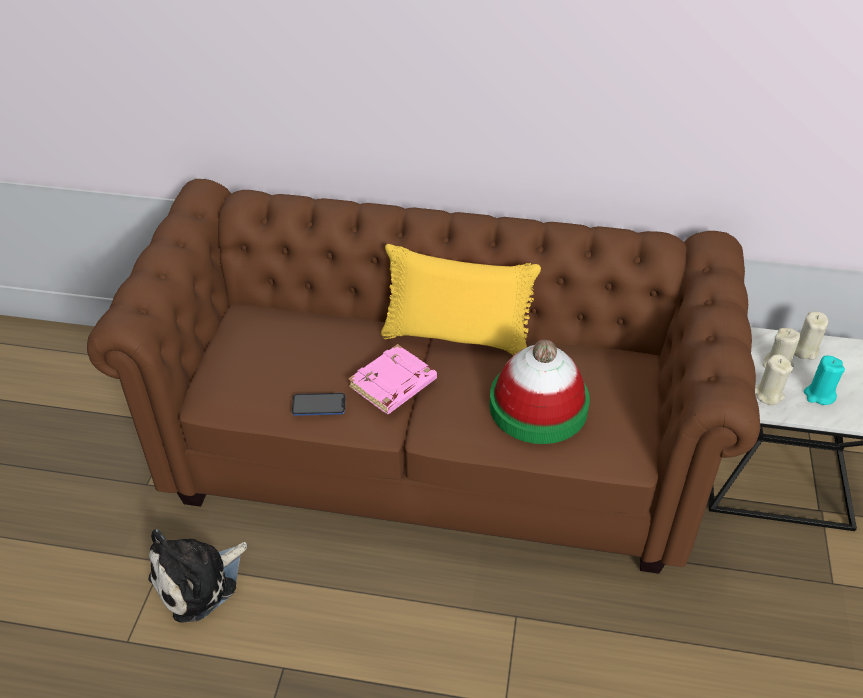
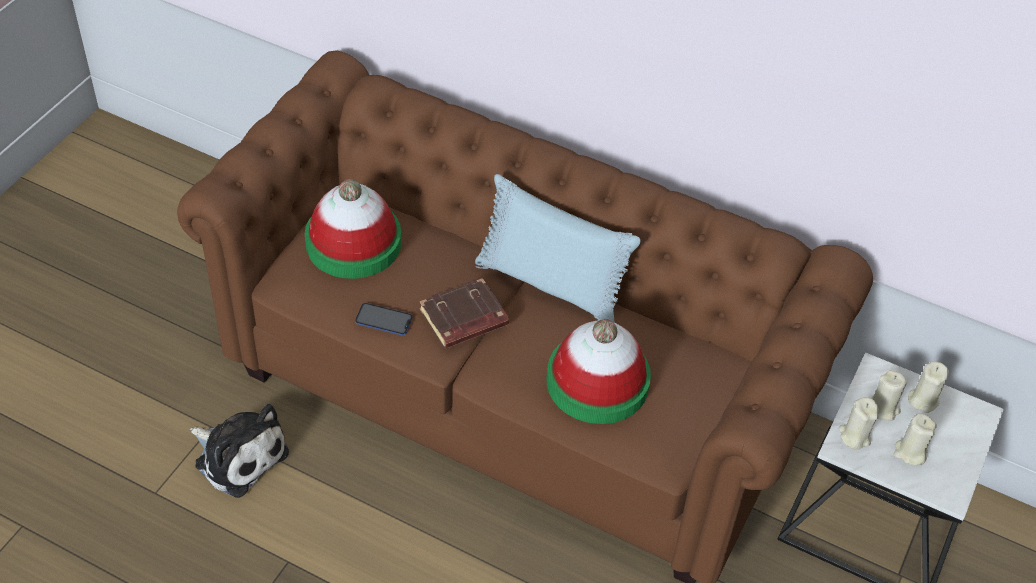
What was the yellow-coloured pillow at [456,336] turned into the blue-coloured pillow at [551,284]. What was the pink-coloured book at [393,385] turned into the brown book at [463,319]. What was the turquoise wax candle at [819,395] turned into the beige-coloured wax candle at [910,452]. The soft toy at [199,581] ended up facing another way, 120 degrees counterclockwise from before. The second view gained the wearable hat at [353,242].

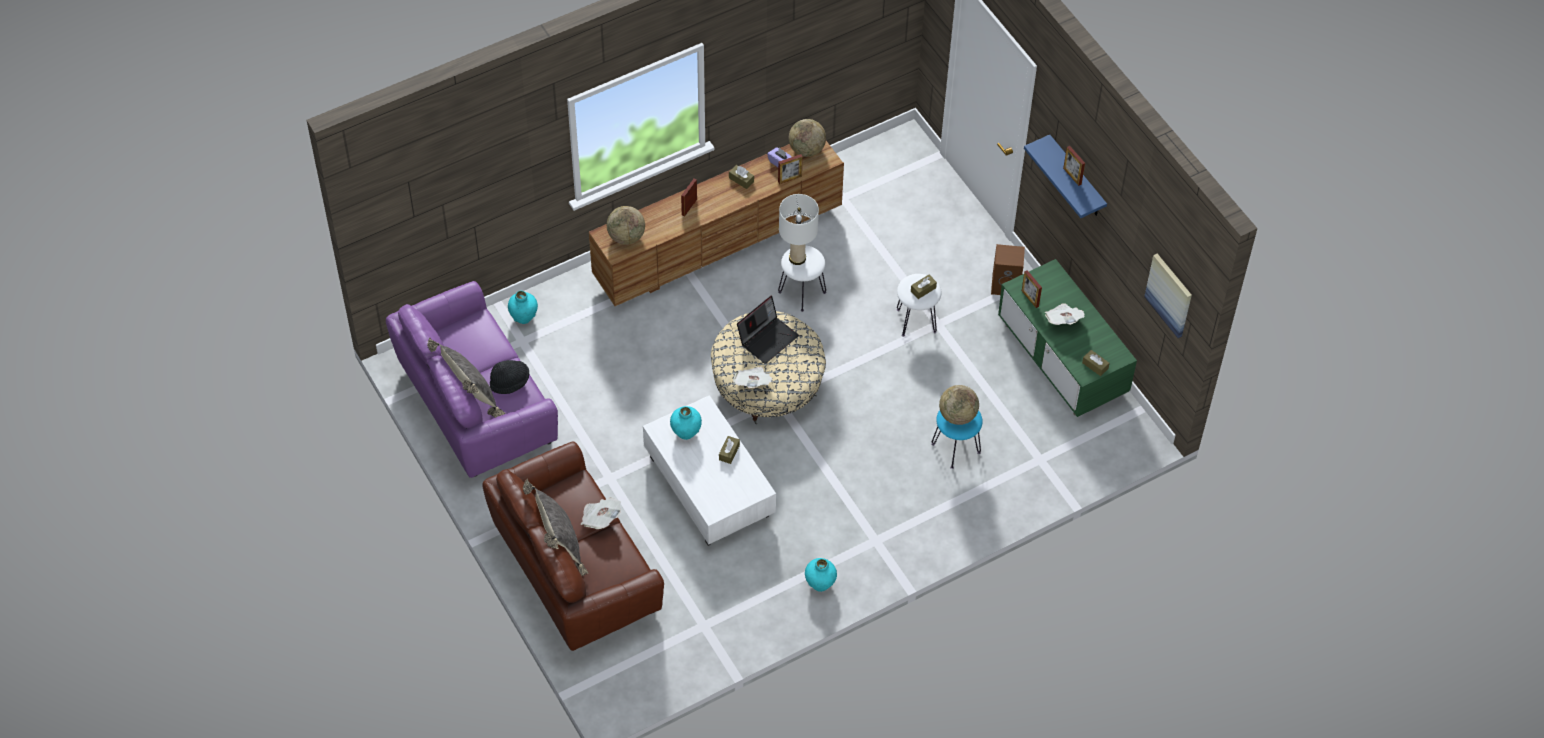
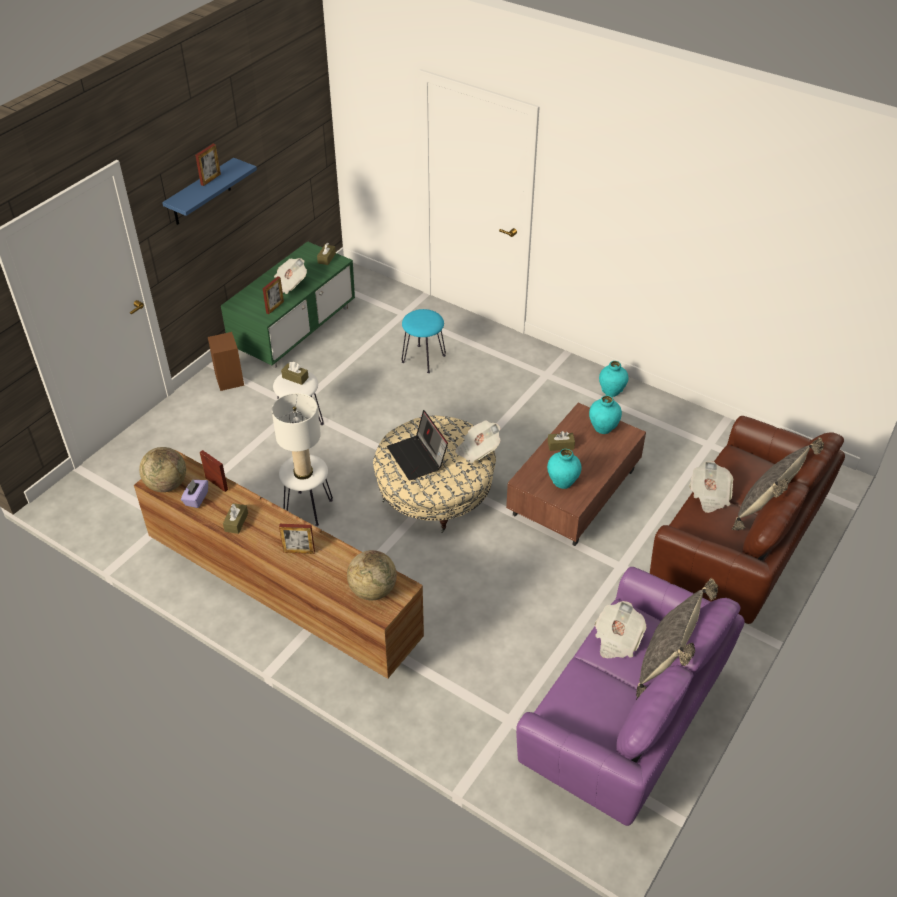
The second view lost the wall picture at [1169,295]. The turquoise flower vase ended up elsewhere, having gone from [524,317] to [603,428]. The notebook computer at [768,338] ended up facing another way, 135 degrees counterclockwise from before. Where the black-coloured wearable hat stood at [510,382], the newspaper came to stand at [617,639]. The second view lost the globe at [957,415]. What was the whitish lounge table at [708,485] turned into the brown lounge table at [573,492].

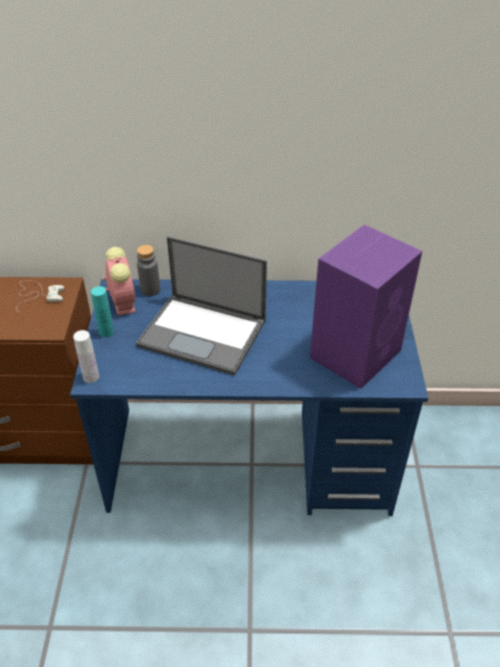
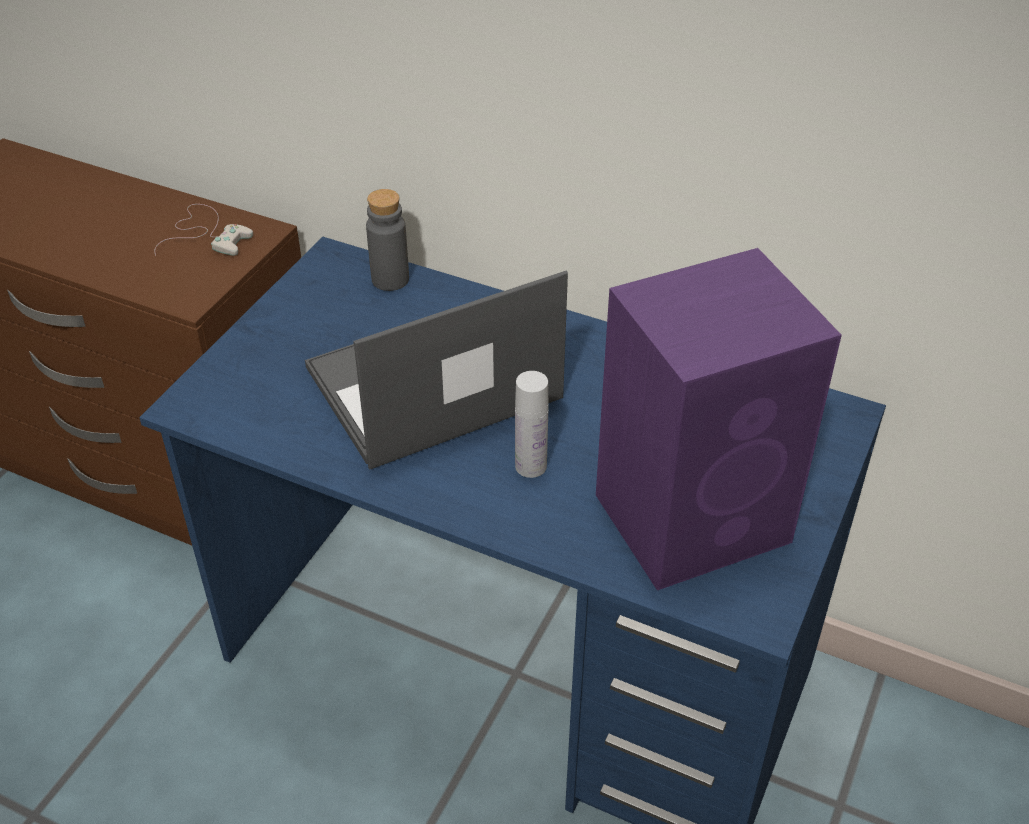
The notebook computer at [204,333] ended up facing another way, 105 degrees clockwise from before. The second view lost the table clock at [122,301]. The second view lost the turquoise drink bottle at [106,332]. The whitish drink bottle ended up elsewhere, having gone from [91,377] to [530,466].

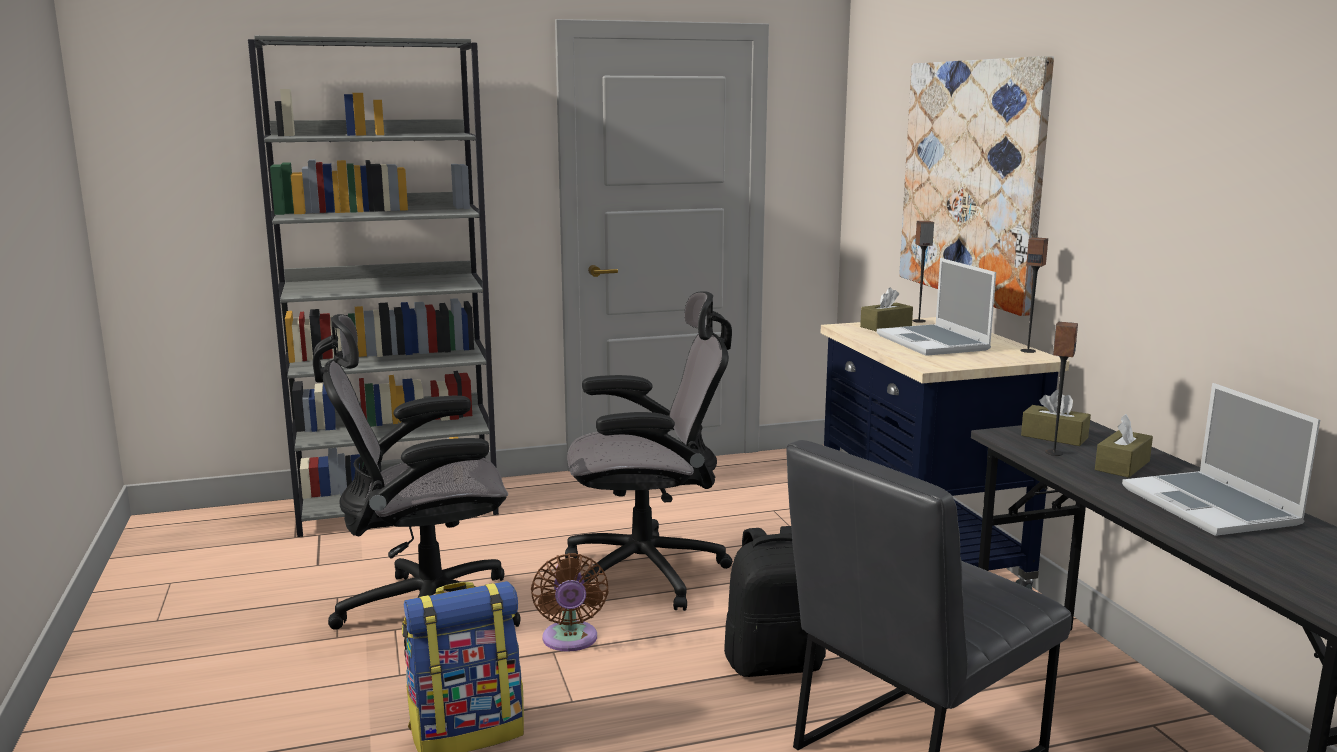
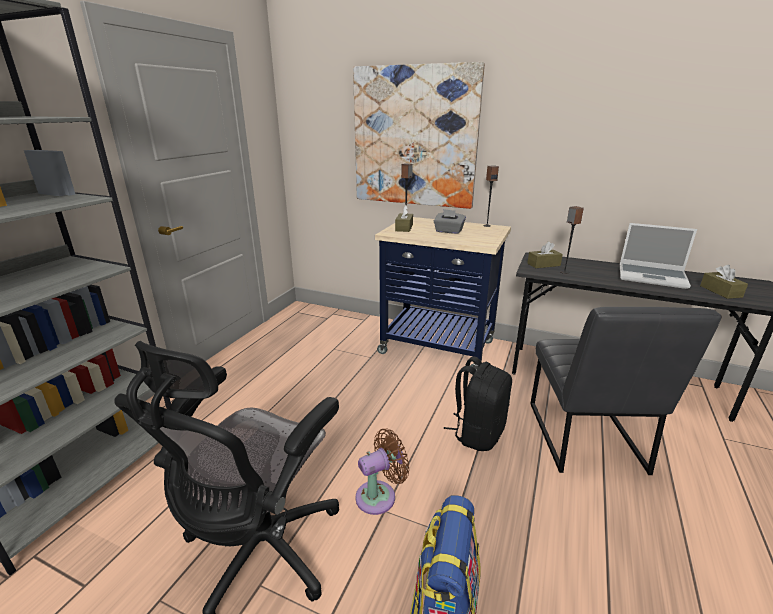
Where the notebook computer stood at [934,343], the gray box of tissues came to stand at [448,231]. The second view lost the computer chair at [645,573]. The brown box of tissues ended up elsewhere, having gone from [1122,465] to [720,291]. The brown electric fan at [570,641] ended up facing another way, 60 degrees counterclockwise from before.

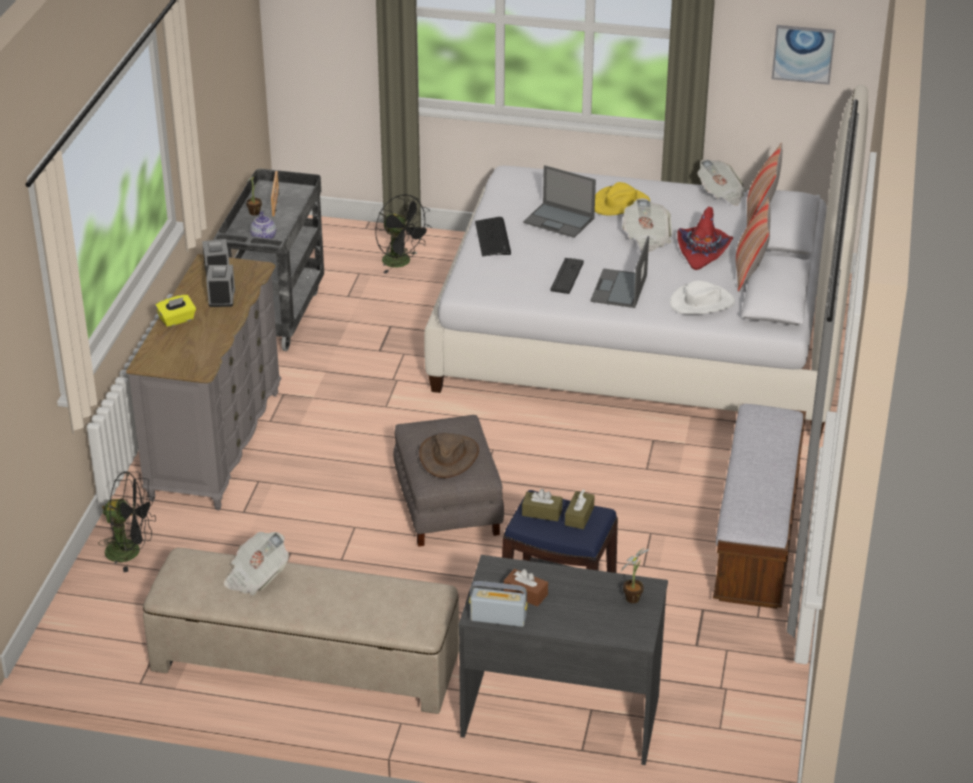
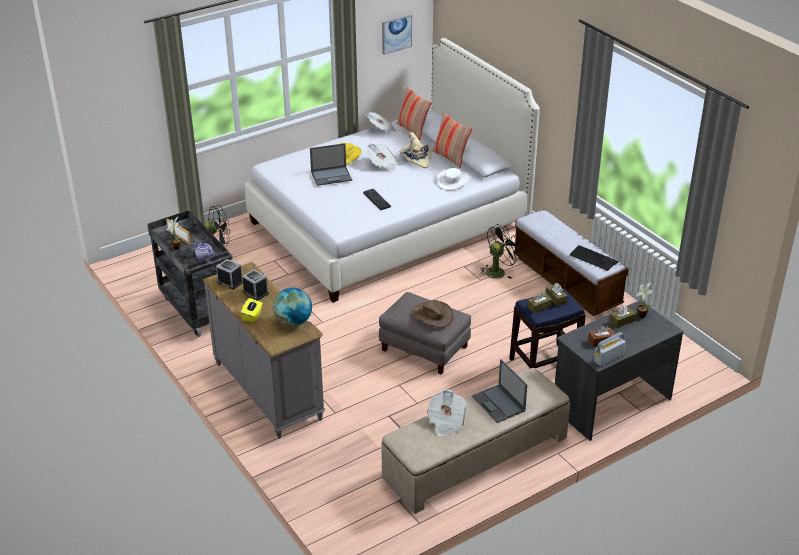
What was the red wearable hat at [703,252] turned into the beige-coloured wearable hat at [416,158]. The computer keyboard ended up elsewhere, having gone from [493,238] to [593,258]. The notebook computer ended up elsewhere, having gone from [619,289] to [499,404]. The black-coloured electric fan ended up elsewhere, having gone from [131,551] to [498,271]. The second view gained the globe at [293,322]. The second view gained the brown box of tissues at [622,321].

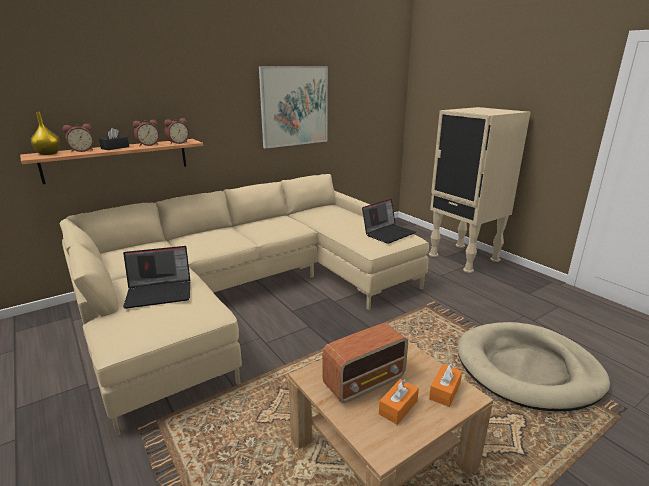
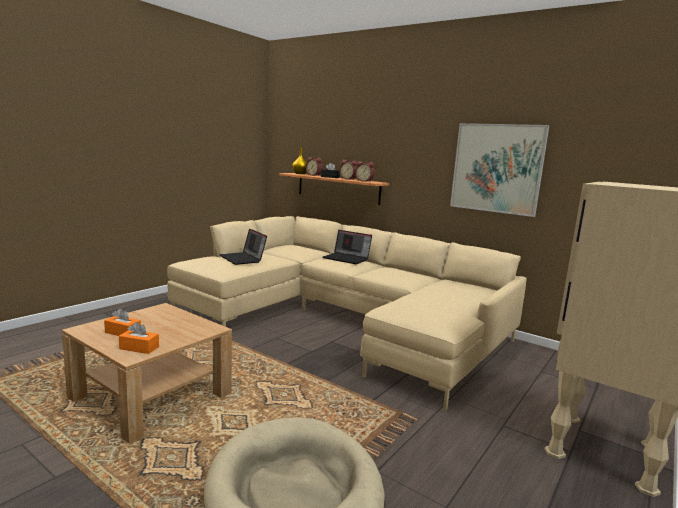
The notebook computer ended up elsewhere, having gone from [388,233] to [347,258]. The second view lost the radio at [365,382].

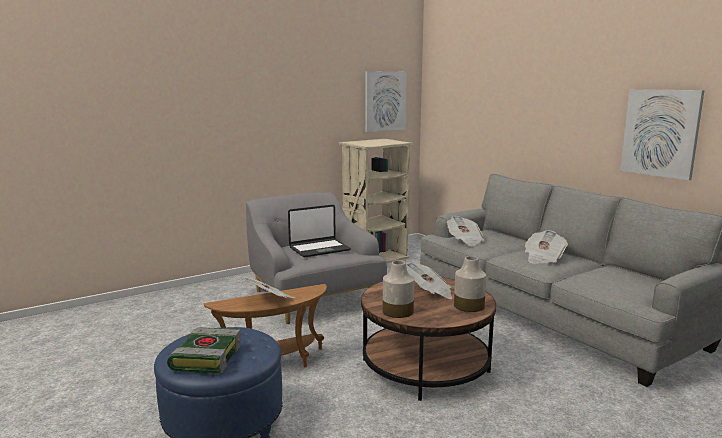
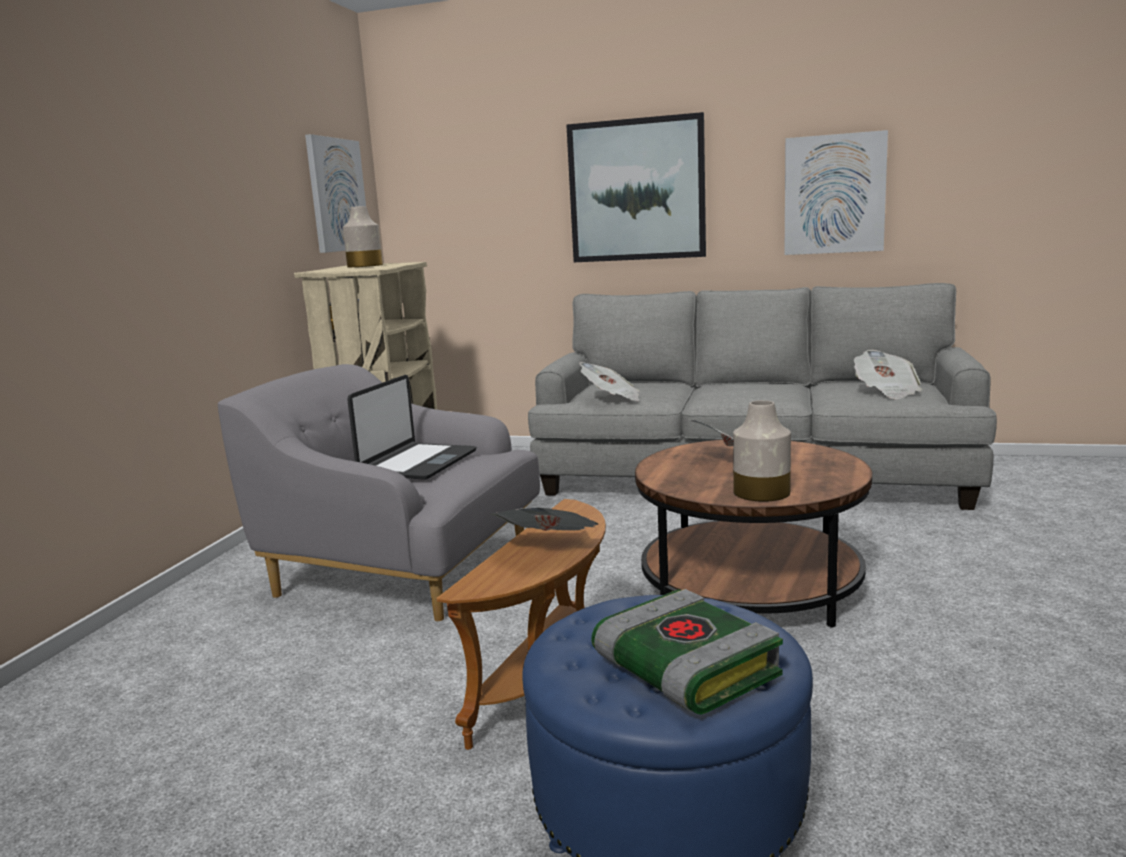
The newspaper ended up elsewhere, having gone from [543,258] to [886,392]. The beige-coloured flower vase ended up elsewhere, having gone from [469,305] to [365,266]. The second view gained the wall picture at [636,190].

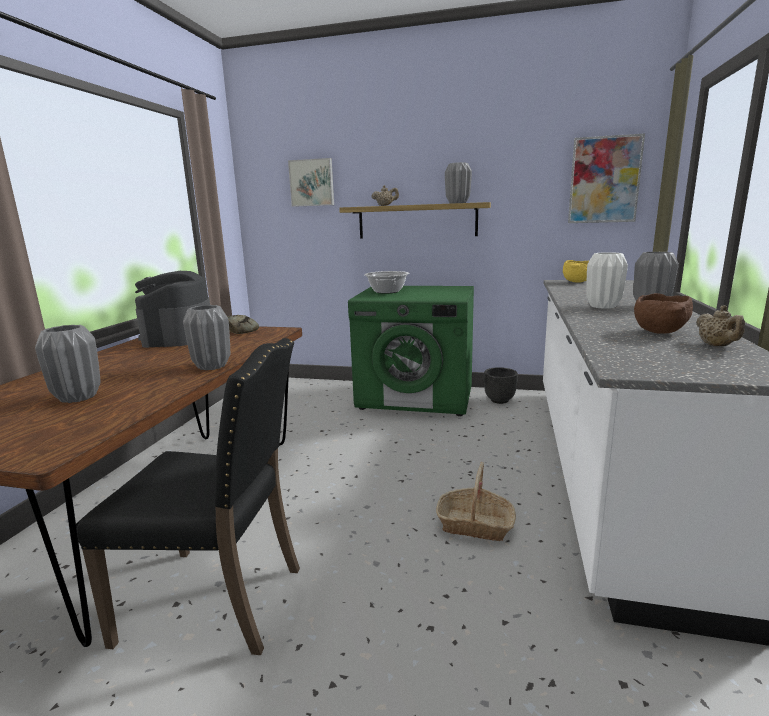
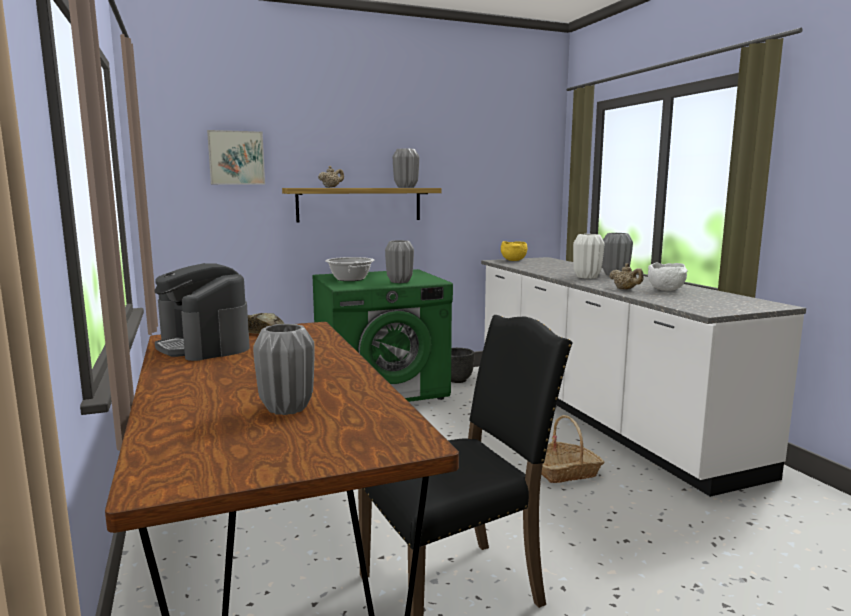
The second view lost the wall picture at [604,180]. What was the brown deep dish at [661,333] turned into the whitish deep dish at [667,290]. The gray flower vase ended up elsewhere, having gone from [211,366] to [399,282]. The beige-coloured pot for tea ended up elsewhere, having gone from [717,346] to [625,289].

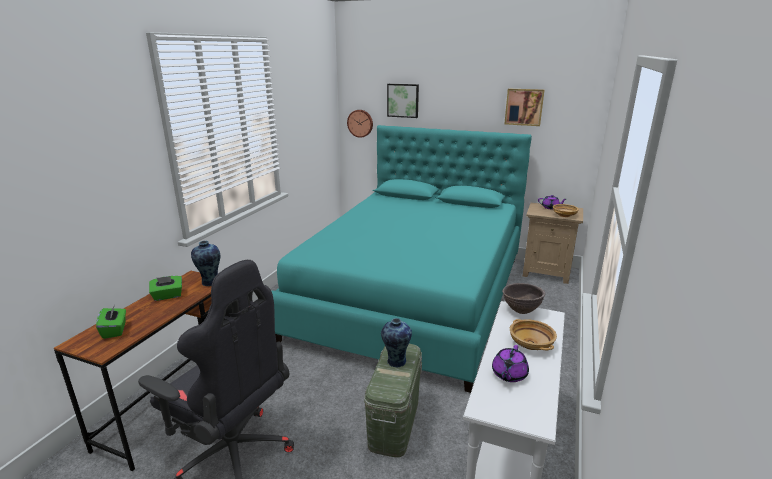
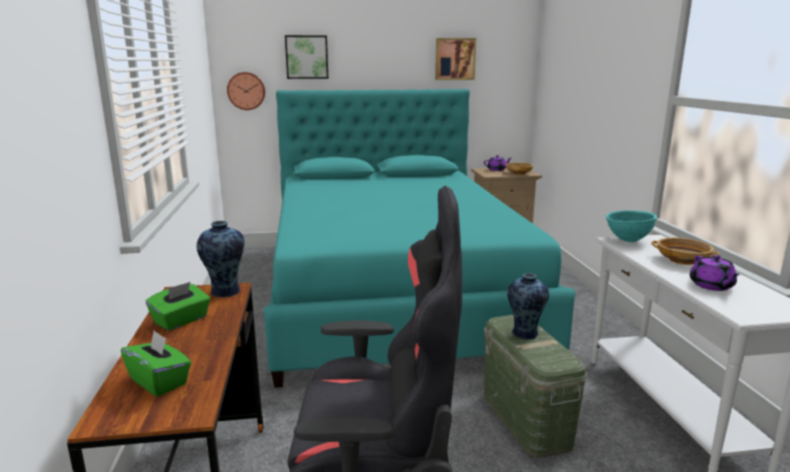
What was the brown deep dish at [521,311] turned into the turquoise deep dish at [628,240].

